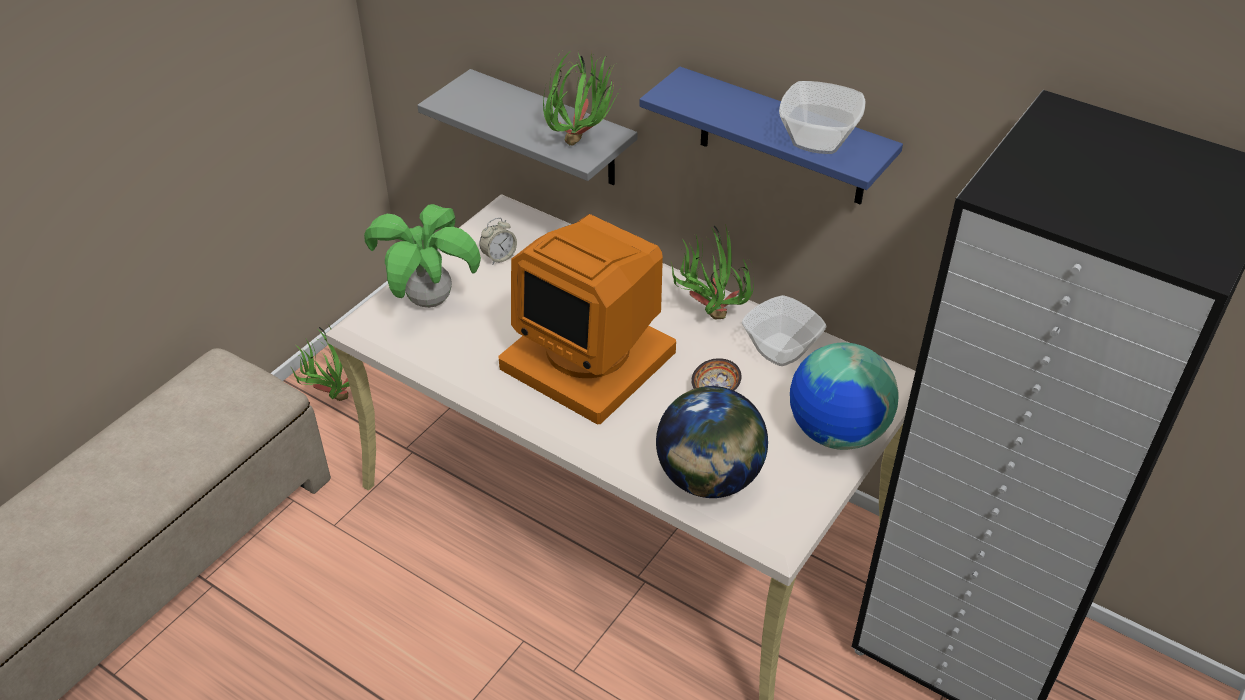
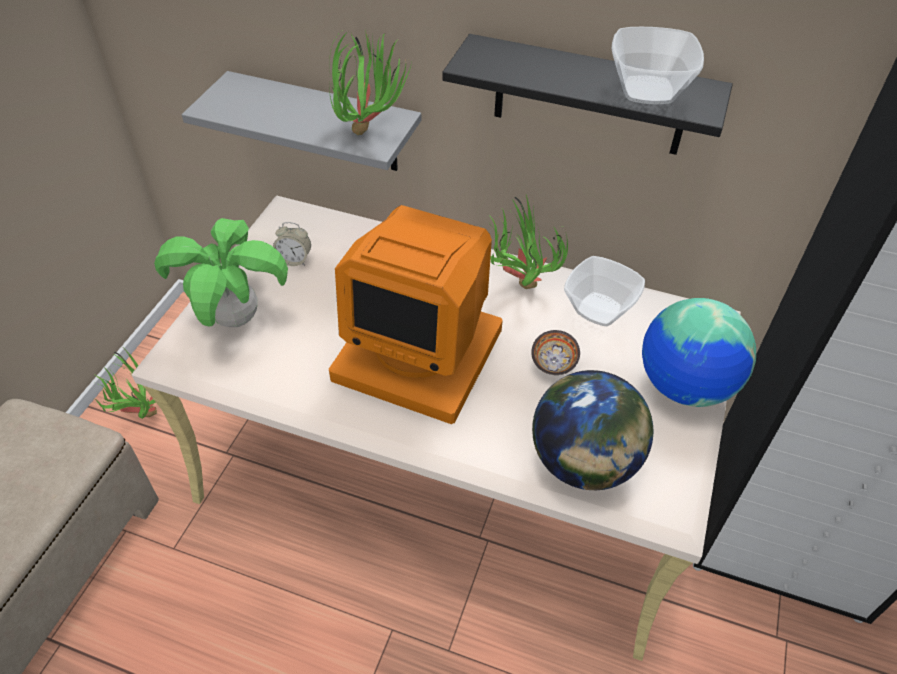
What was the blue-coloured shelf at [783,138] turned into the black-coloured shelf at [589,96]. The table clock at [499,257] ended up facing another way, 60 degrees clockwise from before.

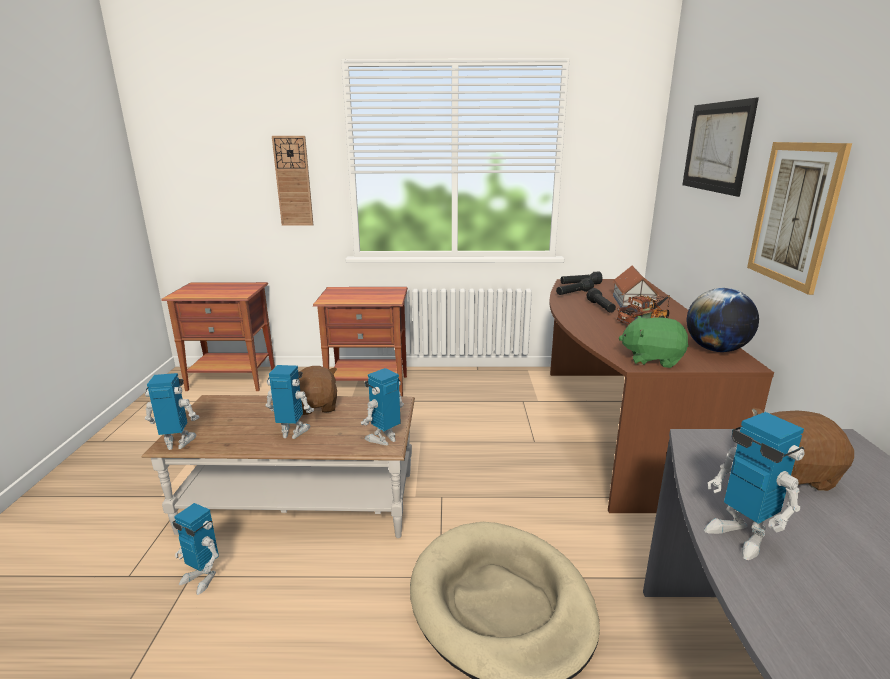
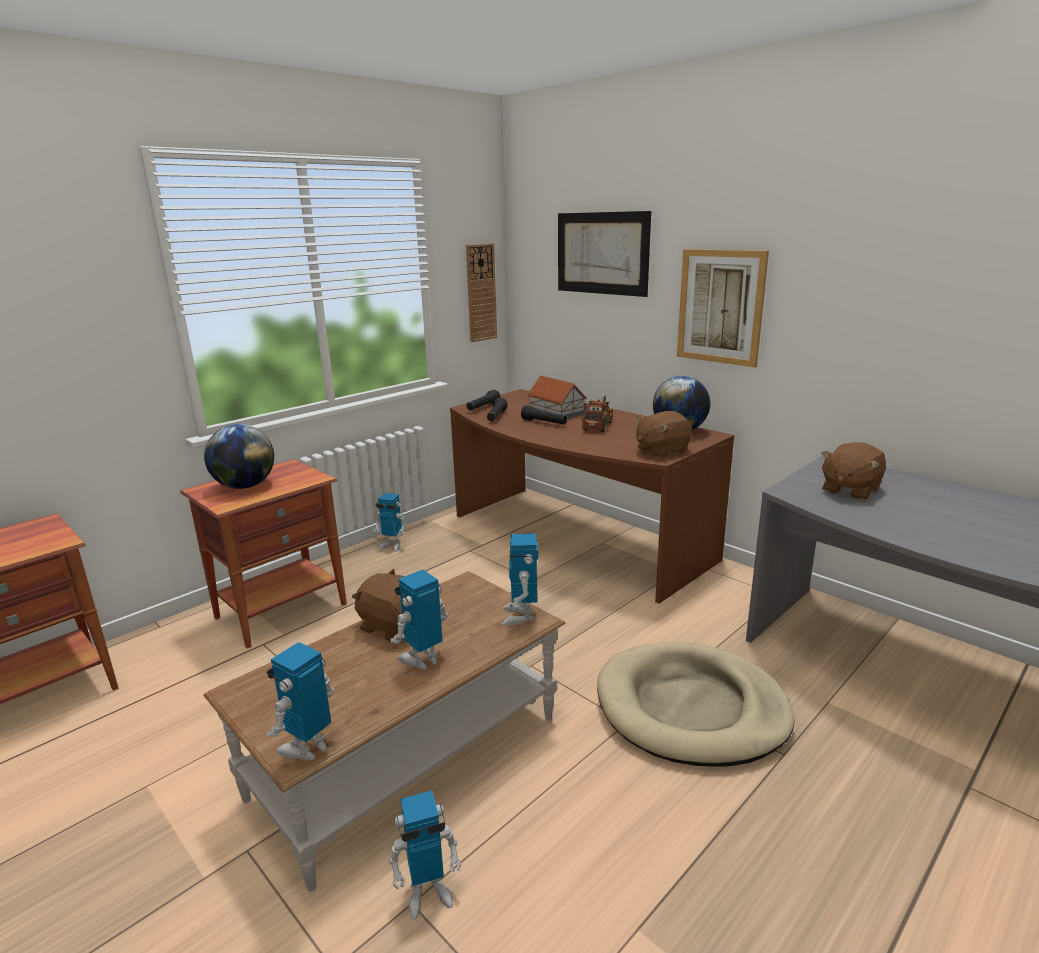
The hanging clock ended up elsewhere, having gone from [293,181] to [481,293]. What was the greenish soft toy at [652,359] turned into the brown soft toy at [661,451]. The robot figure ended up elsewhere, having gone from [741,535] to [392,546]. The second view gained the globe at [245,486].

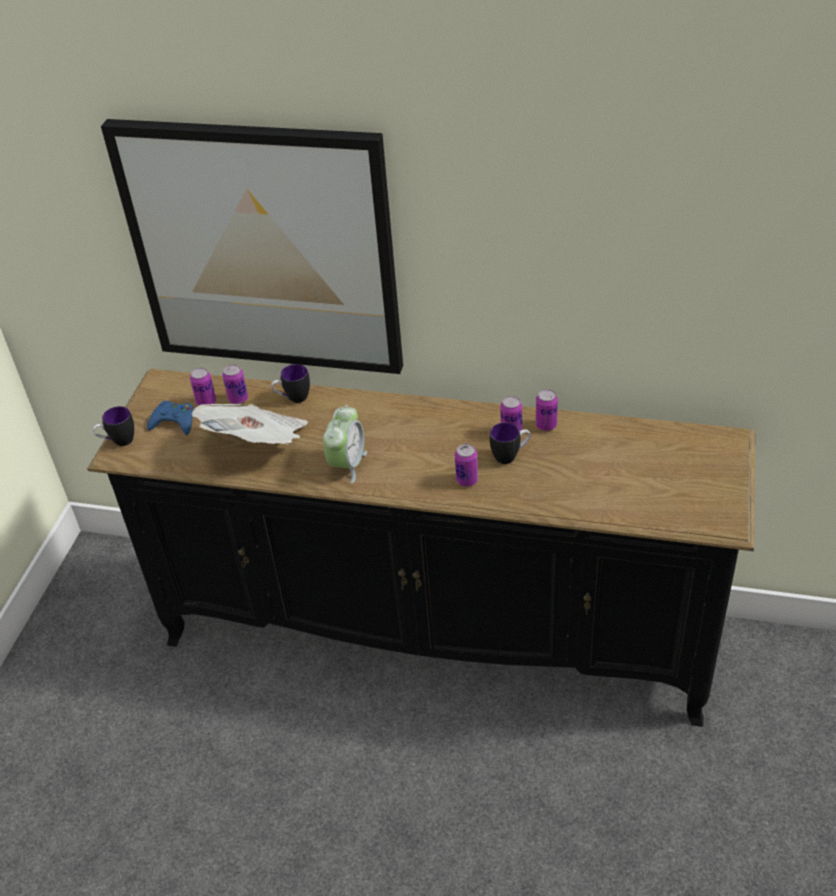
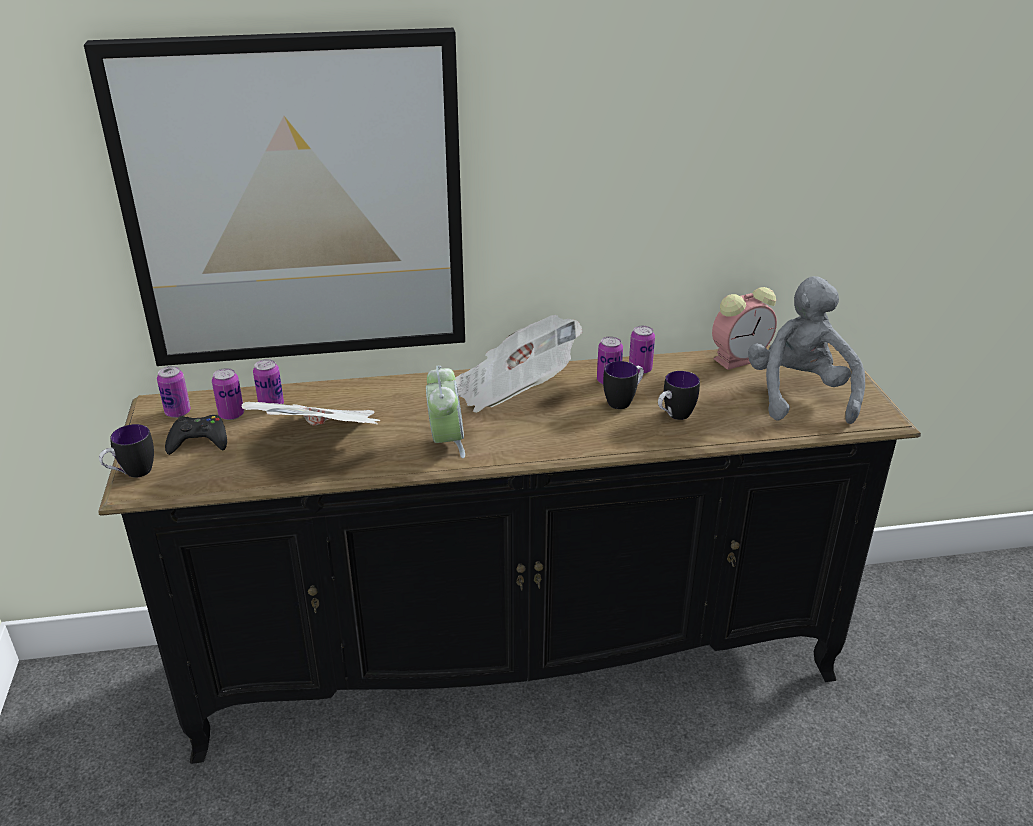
The mug ended up elsewhere, having gone from [293,399] to [674,416]. What was the blue-coloured game controller at [174,422] turned into the black-coloured game controller at [199,440]. The sealed can ended up elsewhere, having gone from [467,480] to [178,412]. The second view gained the gray soft toy at [799,395]. The second view gained the table clock at [740,358]. The second view gained the newspaper at [513,392].

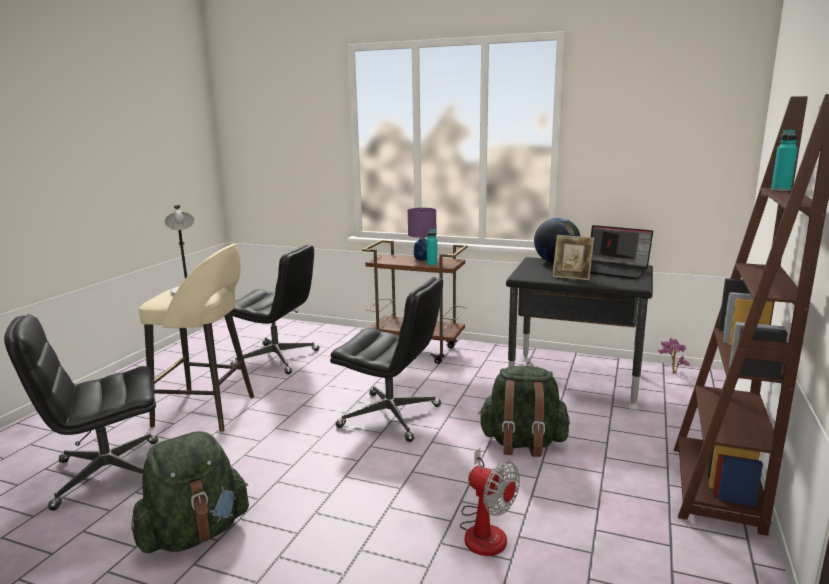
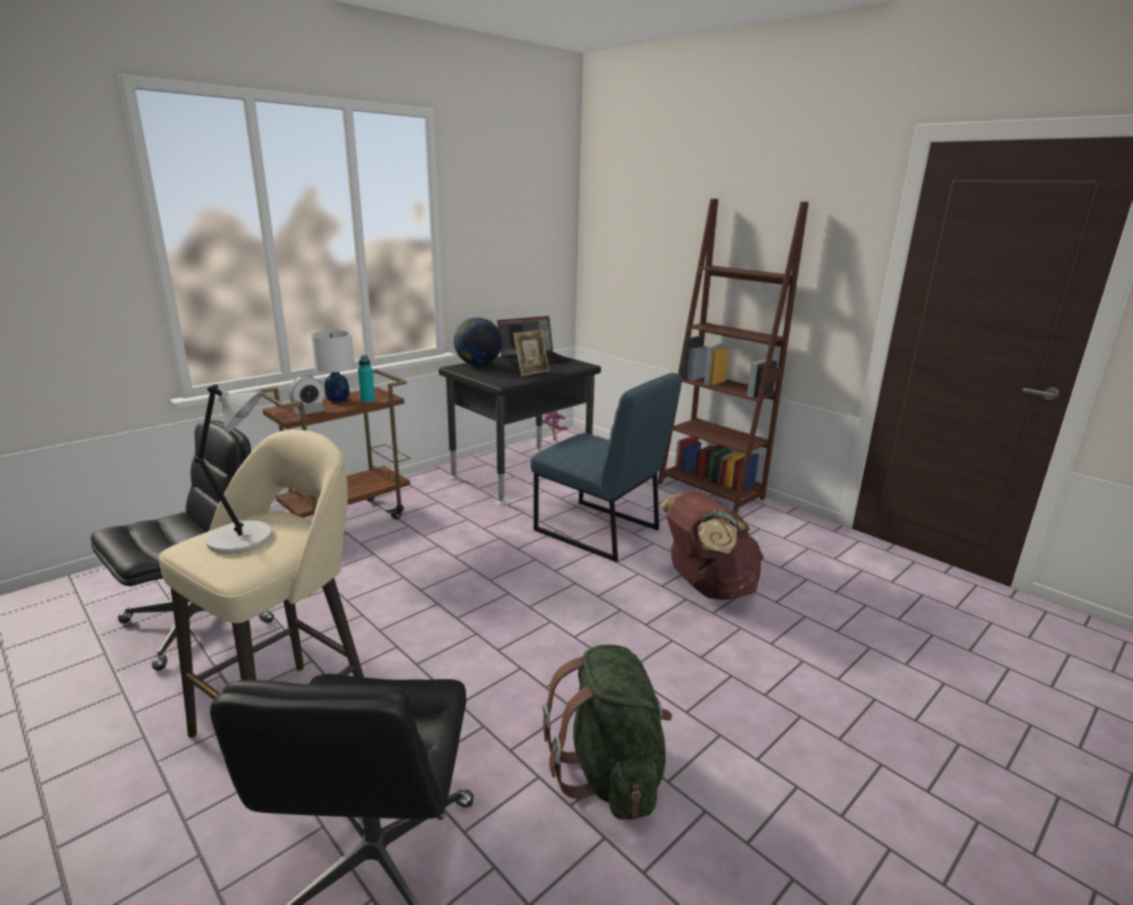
The second view lost the turquoise drink bottle at [780,190]. What was the purple-coloured table lamp at [422,259] turned into the whitish table lamp at [339,400]. The second view lost the black-coloured computer chair at [391,416]. Where the greenish knapsack stood at [522,443], the blue-coloured chair came to stand at [599,531]. Where the electric fan stood at [484,529], the brown knapsack came to stand at [707,587]. The second view gained the table clock at [309,412].

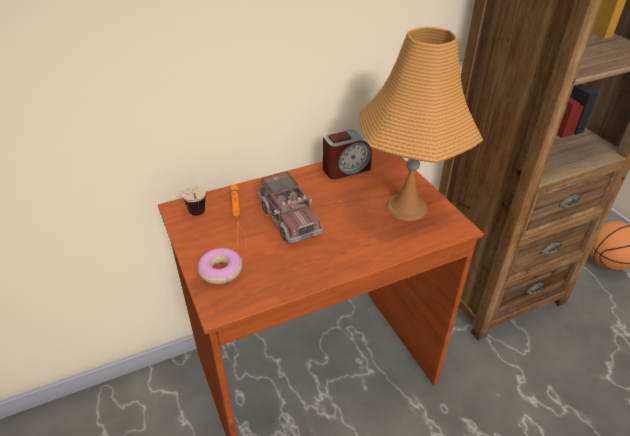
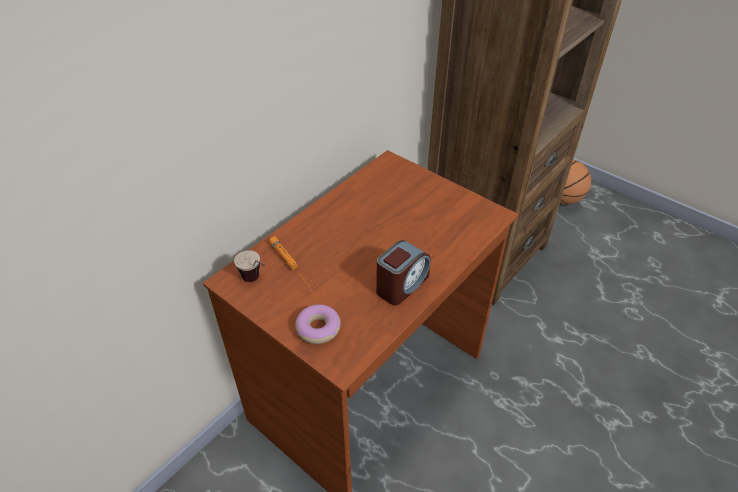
The second view lost the orange-coloured table lamp at [406,207]. The table clock ended up elsewhere, having gone from [345,169] to [401,285]. The second view lost the toy lorry at [289,218].

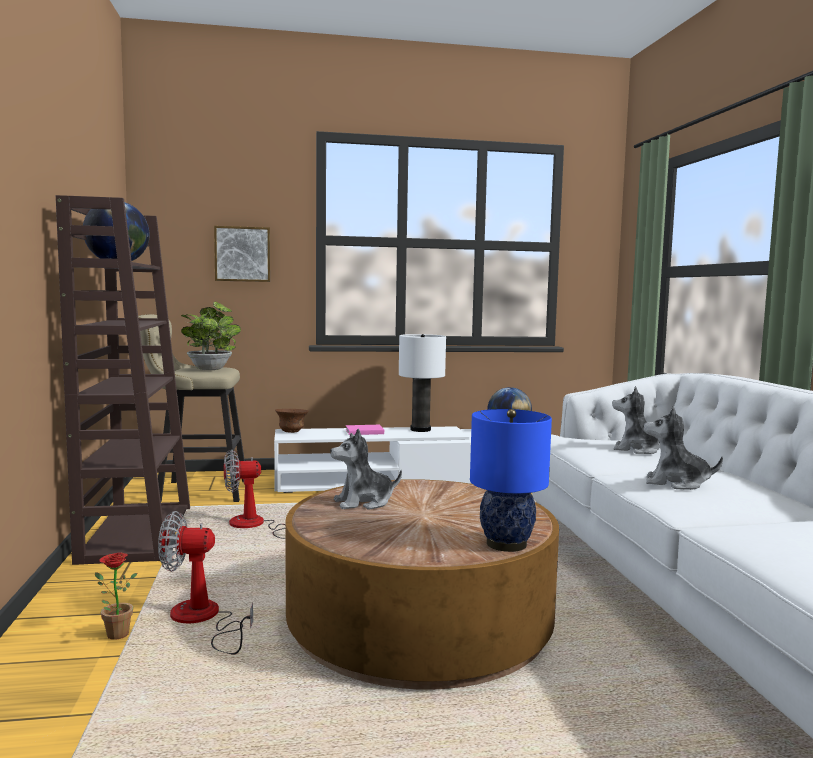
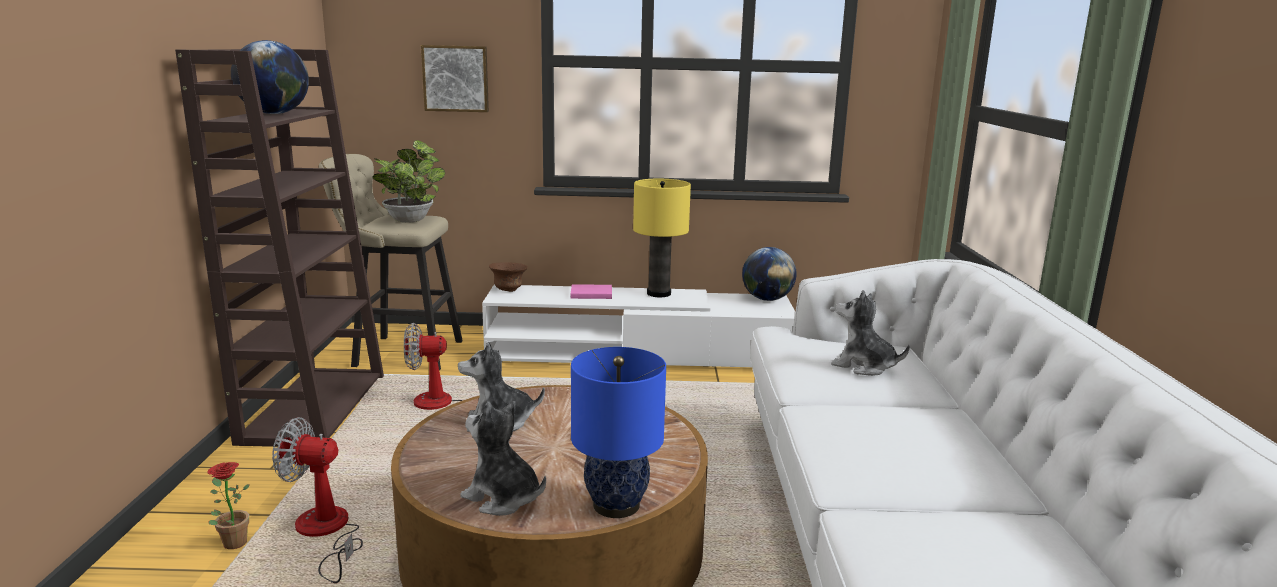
What was the whitish table lamp at [420,430] turned into the yellow-coloured table lamp at [659,293]. The soft toy ended up elsewhere, having gone from [676,483] to [503,498].

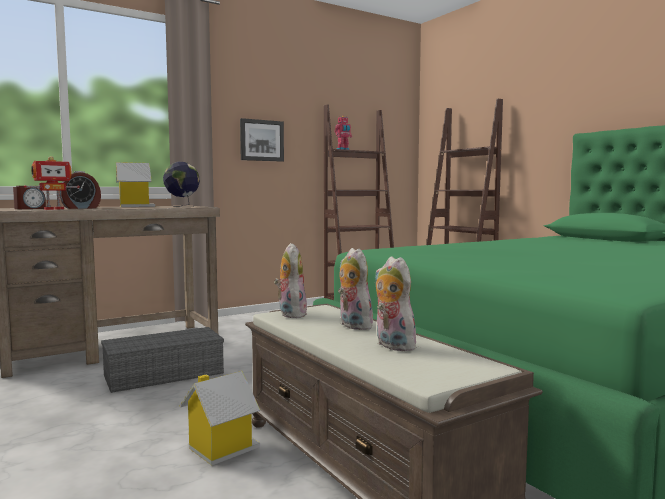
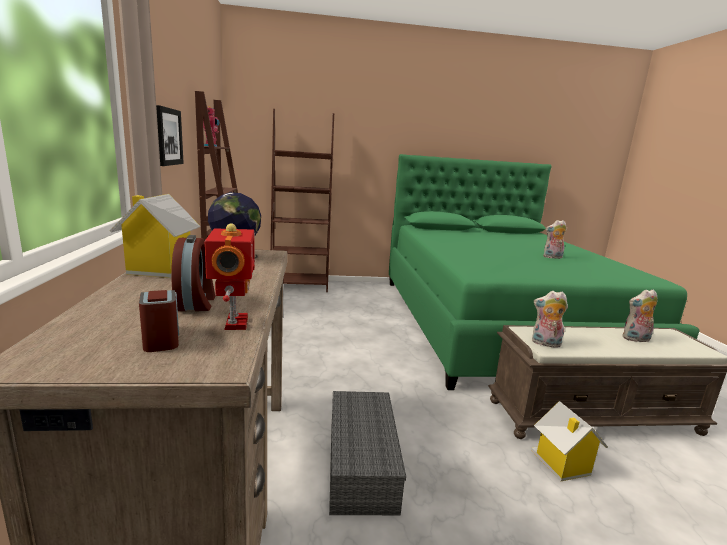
The soft toy ended up elsewhere, having gone from [352,325] to [552,257].

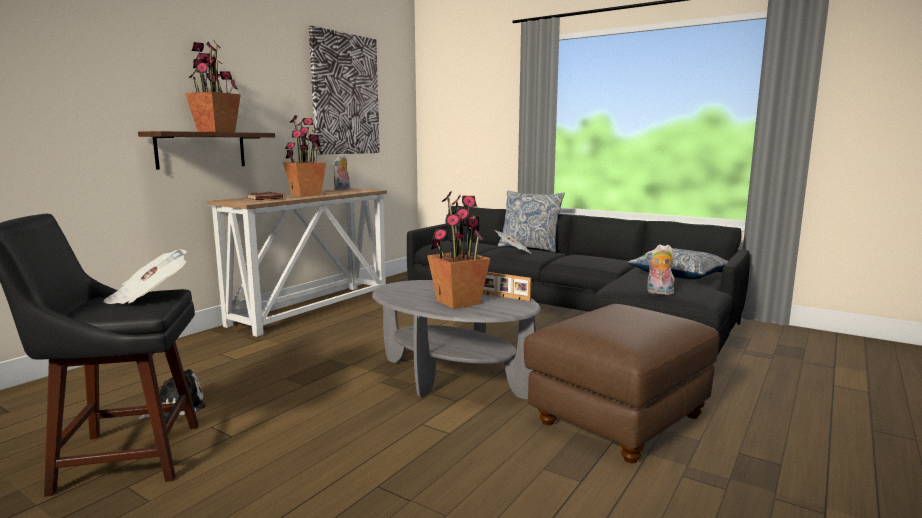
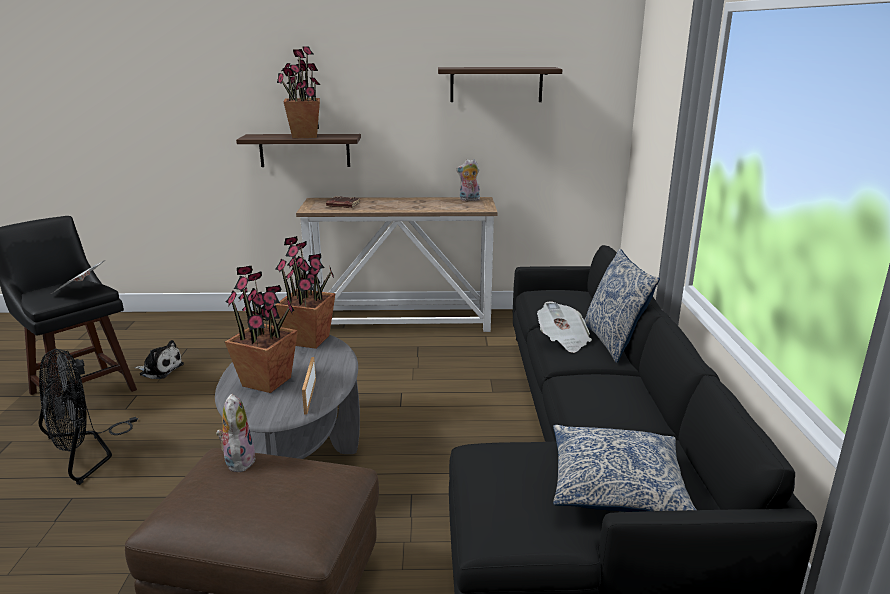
Where the wall picture hung at [345,94], the shelf came to hang at [496,84]. The potted plant ended up elsewhere, having gone from [306,195] to [309,340]. The soft toy ended up elsewhere, having gone from [659,293] to [238,460]. The second view gained the black-coloured electric fan at [86,449].

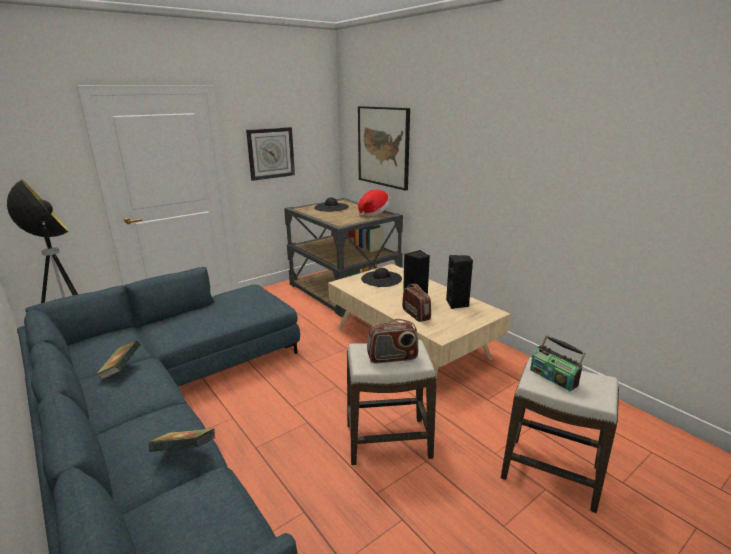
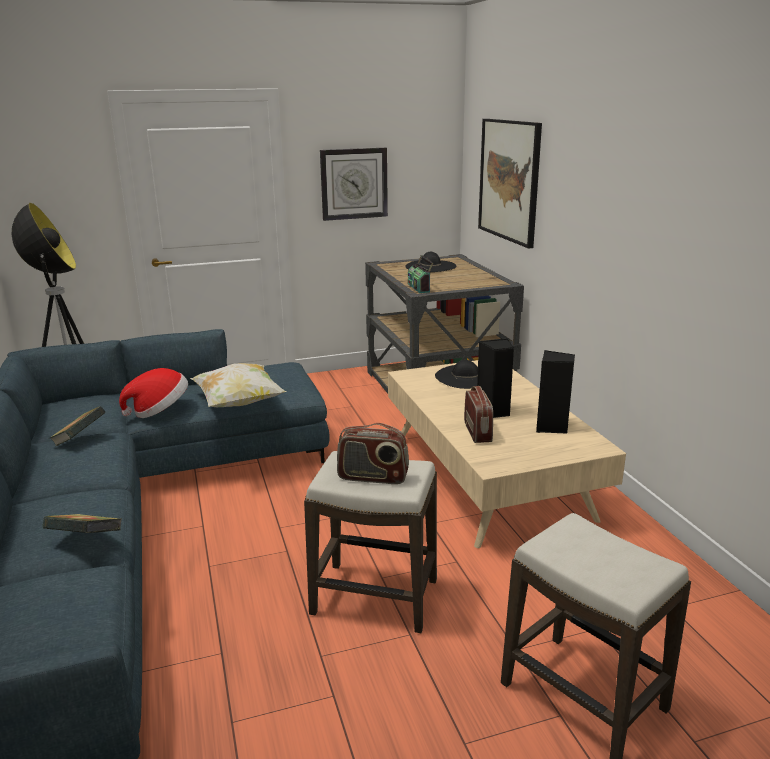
The wearable hat ended up elsewhere, having gone from [374,213] to [159,411]. The radio ended up elsewhere, having gone from [554,377] to [419,288]. The second view gained the pillow at [239,403].

